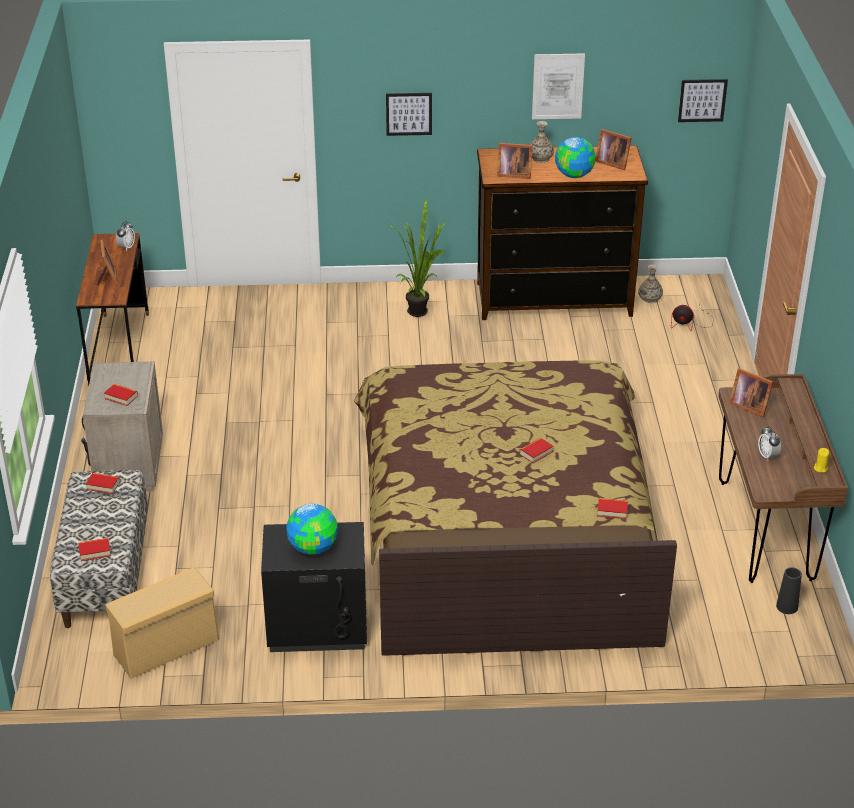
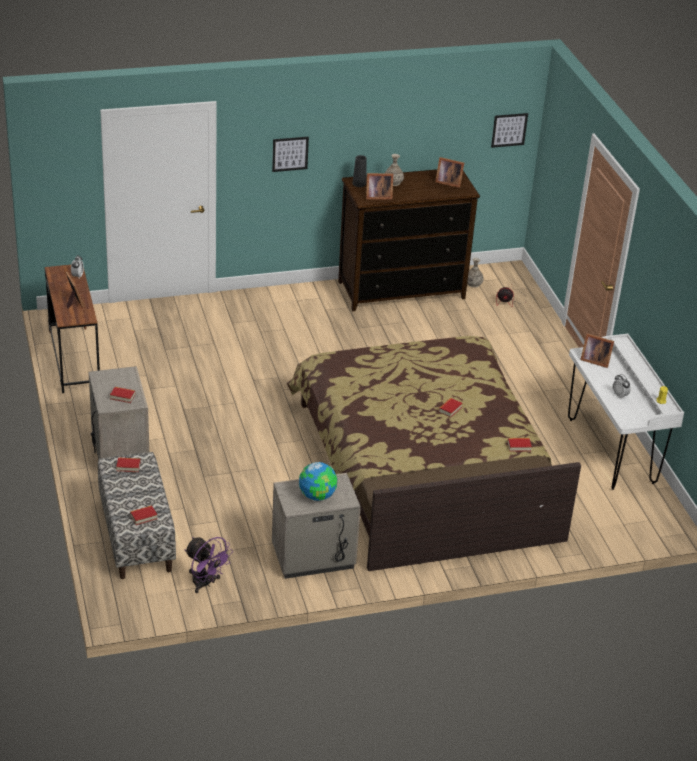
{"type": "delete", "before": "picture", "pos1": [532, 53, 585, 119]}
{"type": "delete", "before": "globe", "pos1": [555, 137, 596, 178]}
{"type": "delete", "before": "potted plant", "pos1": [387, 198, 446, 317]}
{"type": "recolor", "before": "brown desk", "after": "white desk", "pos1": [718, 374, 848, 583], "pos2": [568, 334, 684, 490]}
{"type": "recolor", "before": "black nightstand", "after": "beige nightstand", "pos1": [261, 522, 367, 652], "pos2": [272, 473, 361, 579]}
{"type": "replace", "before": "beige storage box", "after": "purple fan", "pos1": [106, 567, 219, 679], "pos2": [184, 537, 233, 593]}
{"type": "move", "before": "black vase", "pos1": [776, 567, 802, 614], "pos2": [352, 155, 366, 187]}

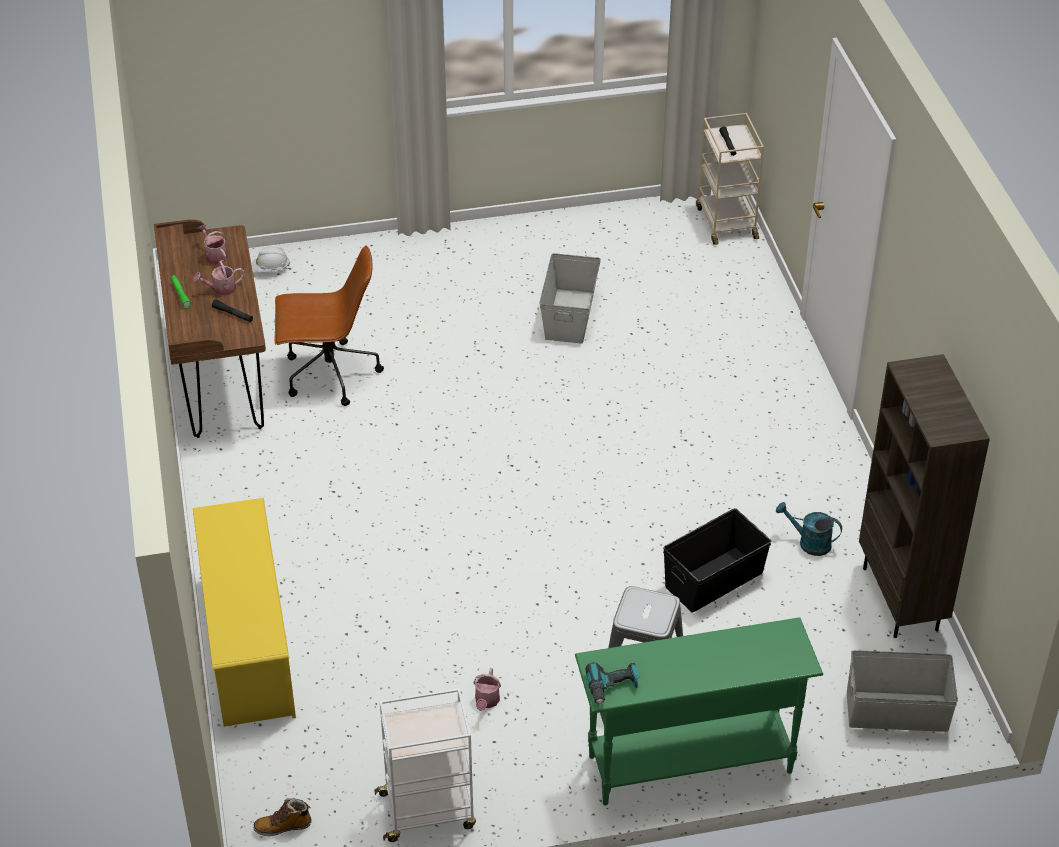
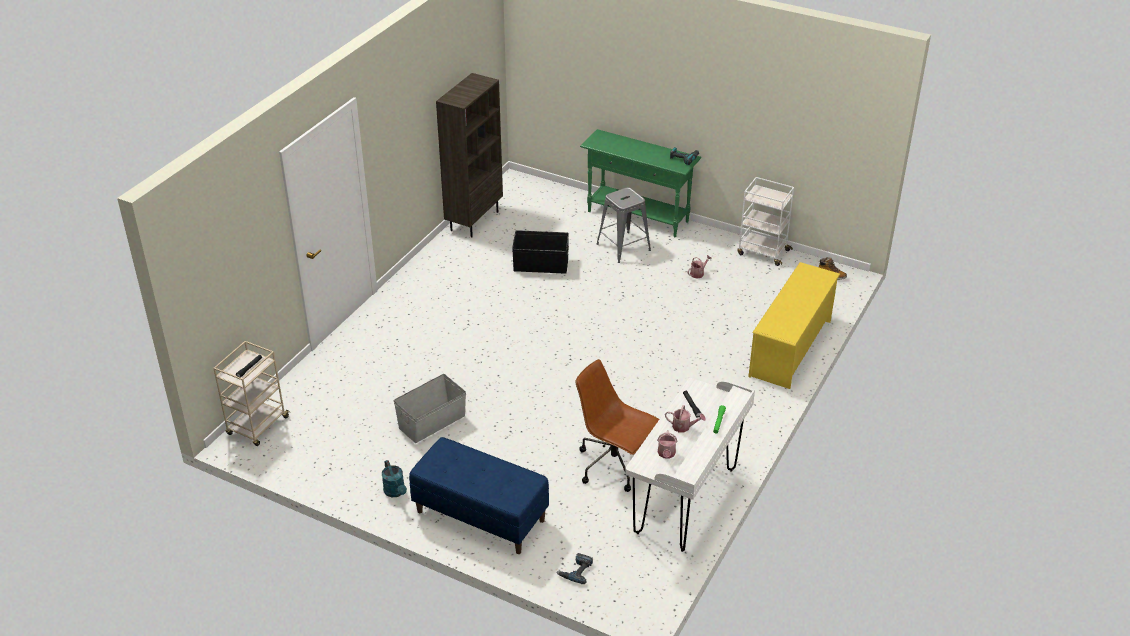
{"type": "recolor", "before": "brown desk", "after": "white desk", "pos1": [154, 219, 266, 438], "pos2": [625, 378, 755, 552]}
{"type": "replace", "before": "white hard hat", "after": "power drill", "pos1": [252, 246, 290, 273], "pos2": [556, 553, 593, 584]}
{"type": "move", "before": "turquoise watering can", "pos1": [776, 502, 842, 556], "pos2": [382, 460, 407, 497]}
{"type": "delete", "before": "grey storage box", "pos1": [847, 650, 958, 732]}
{"type": "insert", "after": "blue bench", "pos2": [409, 437, 549, 554]}

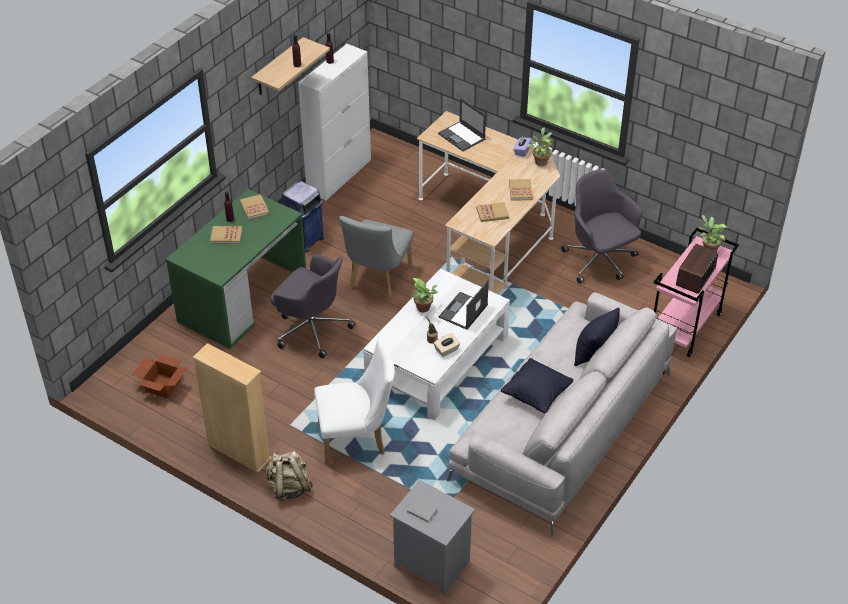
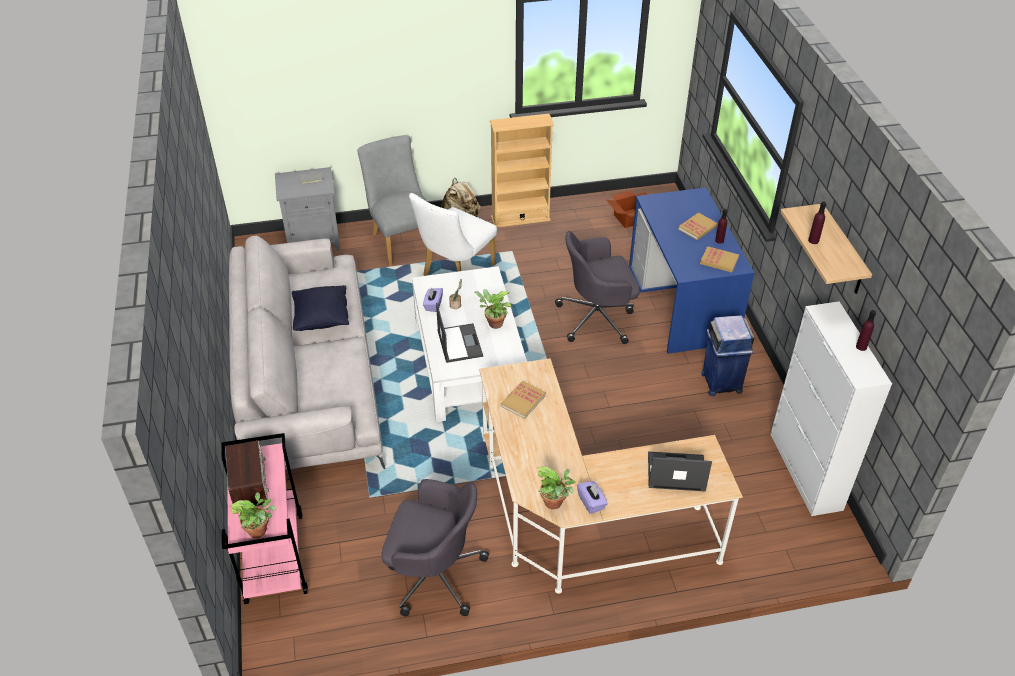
{"type": "delete", "before": "book", "pos1": [509, 179, 533, 201]}
{"type": "recolor", "before": "green desk", "after": "blue desk", "pos1": [166, 189, 306, 349], "pos2": [629, 188, 755, 354]}
{"type": "move", "before": "grey chair", "pos1": [339, 216, 414, 299], "pos2": [357, 135, 428, 266]}
{"type": "delete", "before": "black pillow", "pos1": [574, 307, 620, 366]}
{"type": "recolor", "before": "beige tissue box", "after": "purple tissue box", "pos1": [434, 333, 460, 357], "pos2": [423, 287, 443, 312]}

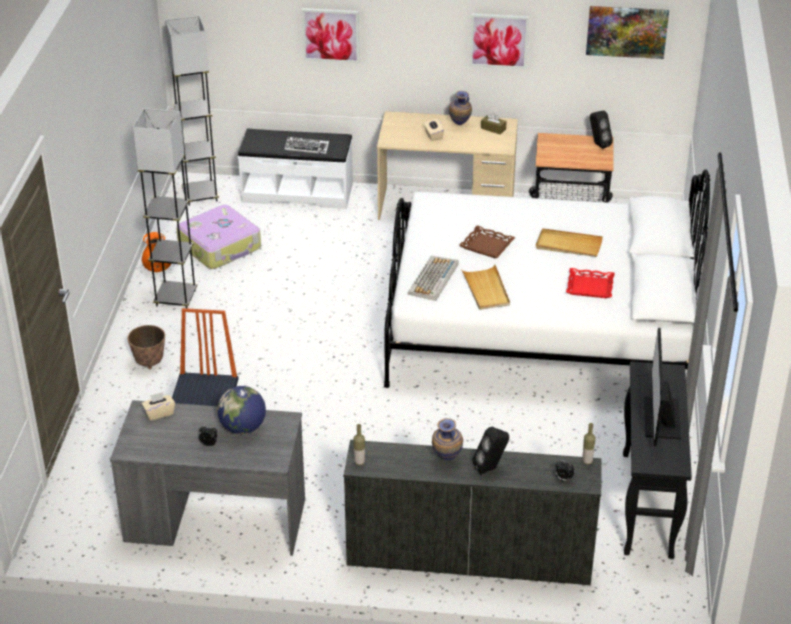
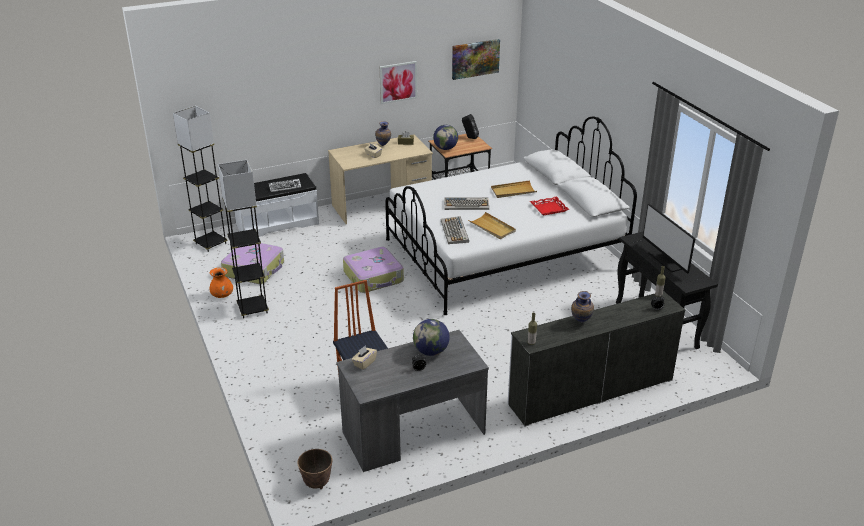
{"type": "delete", "before": "picture", "pos1": [302, 8, 360, 63]}
{"type": "replace", "before": "brown tray", "after": "keyboard", "pos1": [459, 225, 516, 258], "pos2": [444, 197, 489, 210]}
{"type": "move", "before": "planter", "pos1": [127, 325, 165, 369], "pos2": [297, 449, 333, 489]}
{"type": "delete", "before": "black speaker", "pos1": [473, 427, 509, 475]}
{"type": "insert", "after": "globe", "pos2": [433, 125, 458, 150]}
{"type": "insert", "after": "suitcase", "pos2": [343, 247, 404, 293]}

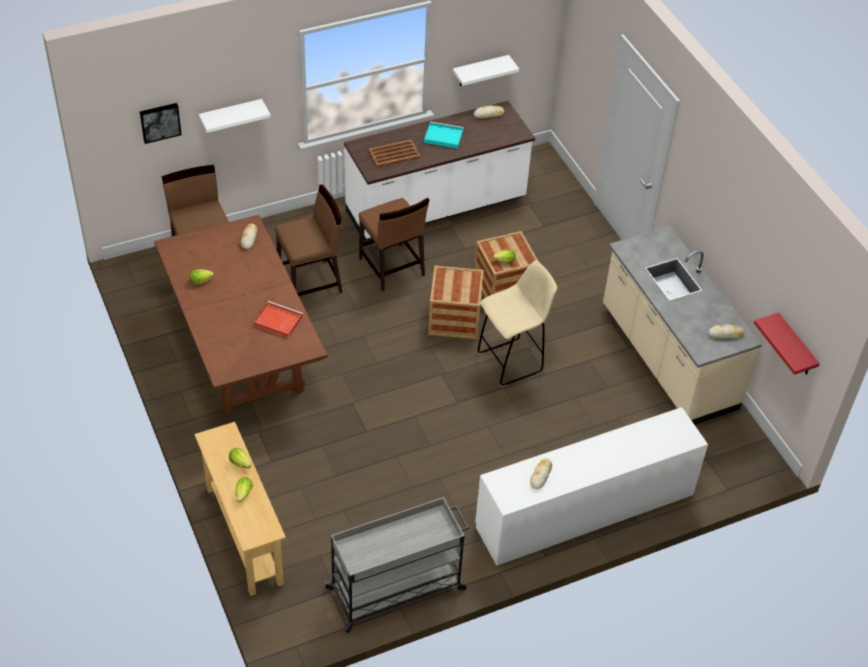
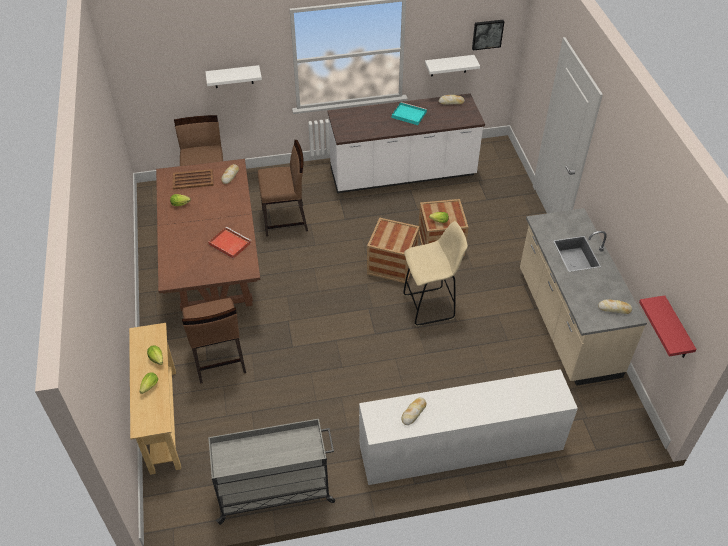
{"type": "move", "before": "picture", "pos1": [140, 103, 182, 144], "pos2": [472, 20, 504, 50]}
{"type": "move", "before": "brown tray", "pos1": [368, 139, 421, 167], "pos2": [173, 169, 213, 190]}
{"type": "move", "before": "brown chair", "pos1": [359, 198, 429, 291], "pos2": [182, 298, 246, 384]}

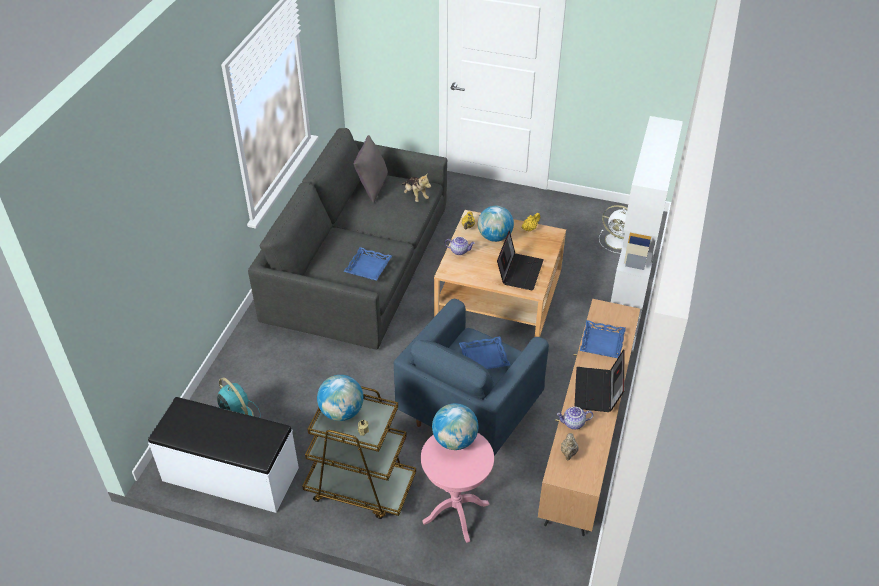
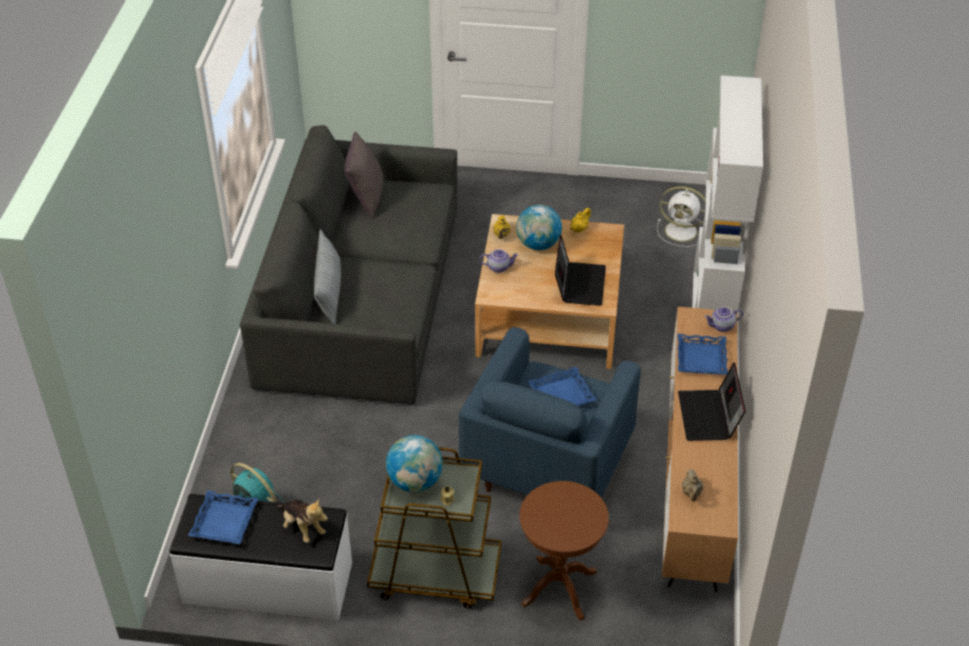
{"type": "move", "before": "plush toy", "pos1": [401, 174, 431, 202], "pos2": [276, 499, 328, 543]}
{"type": "move", "before": "blue tray", "pos1": [343, 247, 392, 281], "pos2": [188, 490, 258, 544]}
{"type": "delete", "before": "globe", "pos1": [432, 403, 478, 450]}
{"type": "move", "before": "teapot", "pos1": [557, 407, 593, 429], "pos2": [705, 307, 743, 332]}
{"type": "recolor", "before": "pink side table", "after": "brown side table", "pos1": [421, 433, 494, 543], "pos2": [519, 481, 609, 621]}
{"type": "insert", "after": "pillow", "pos2": [314, 229, 341, 324]}

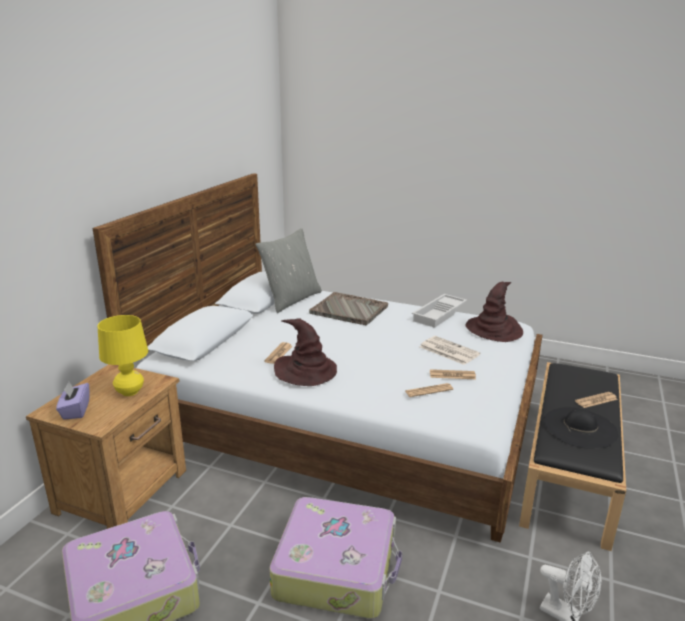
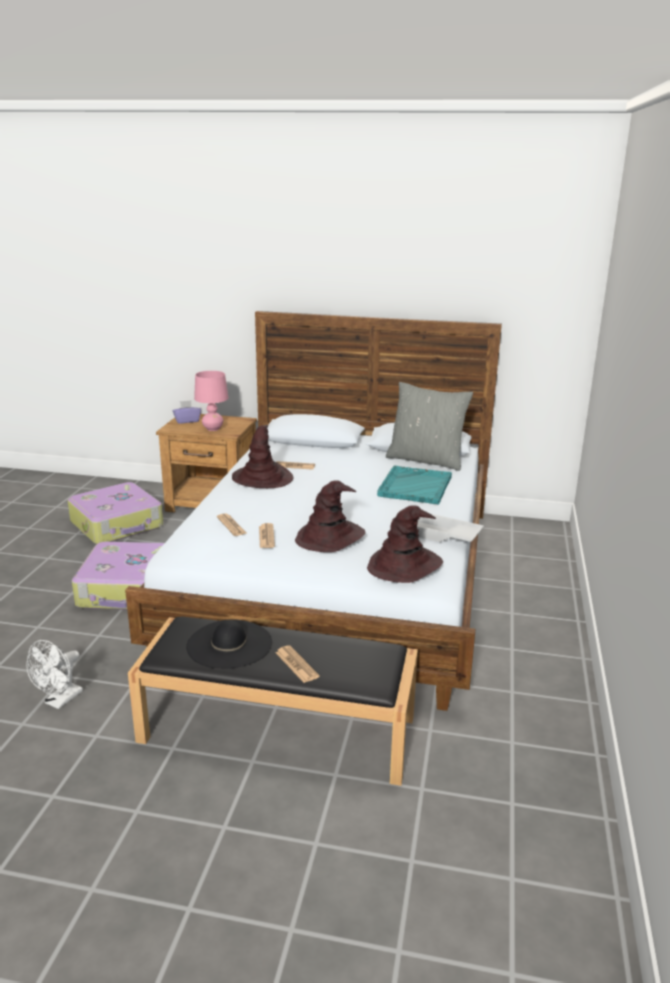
{"type": "recolor", "before": "grey tray", "after": "turquoise tray", "pos1": [309, 292, 388, 325], "pos2": [377, 466, 452, 505]}
{"type": "recolor", "before": "yellow table lamp", "after": "pink table lamp", "pos1": [98, 315, 148, 396], "pos2": [194, 371, 228, 431]}
{"type": "replace", "before": "newspaper", "after": "brown hat", "pos1": [420, 336, 480, 365], "pos2": [295, 480, 366, 552]}

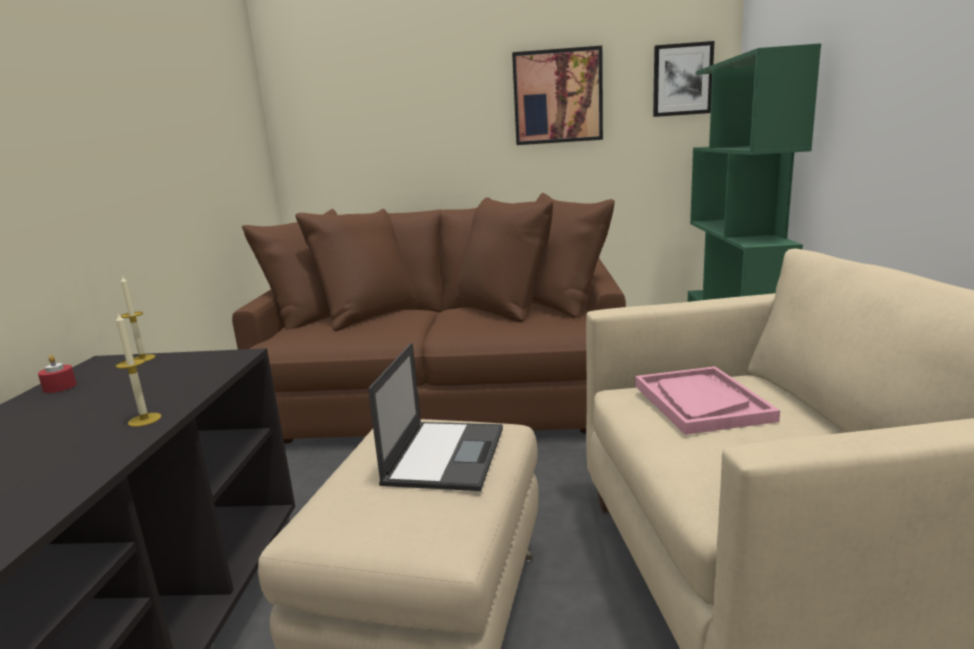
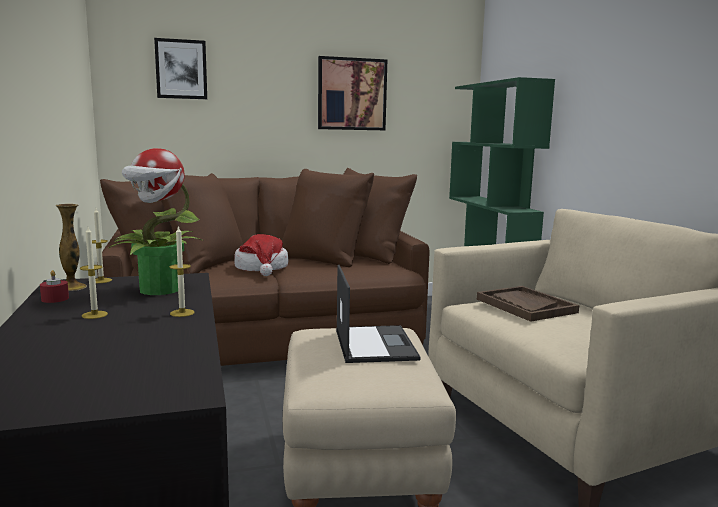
{"type": "move", "before": "picture", "pos1": [653, 41, 714, 117], "pos2": [154, 38, 207, 99]}
{"type": "recolor", "before": "pink tray", "after": "brown tray", "pos1": [635, 366, 780, 435], "pos2": [477, 286, 579, 322]}
{"type": "insert", "after": "potted plant", "pos2": [108, 148, 203, 295]}
{"type": "insert", "after": "vase", "pos2": [56, 204, 87, 291]}
{"type": "insert", "after": "candle", "pos2": [80, 227, 108, 319]}
{"type": "insert", "after": "hat", "pos2": [235, 234, 288, 276]}

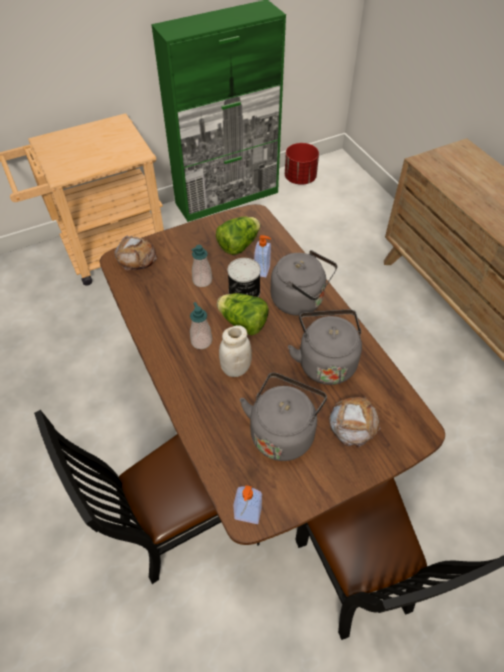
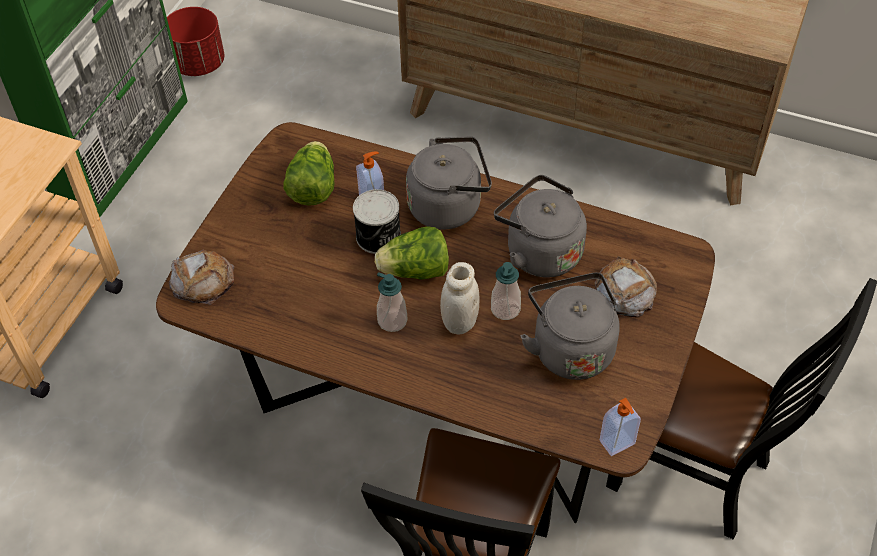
{"type": "move", "before": "soap dispenser", "pos1": [191, 245, 212, 287], "pos2": [491, 262, 521, 320]}

